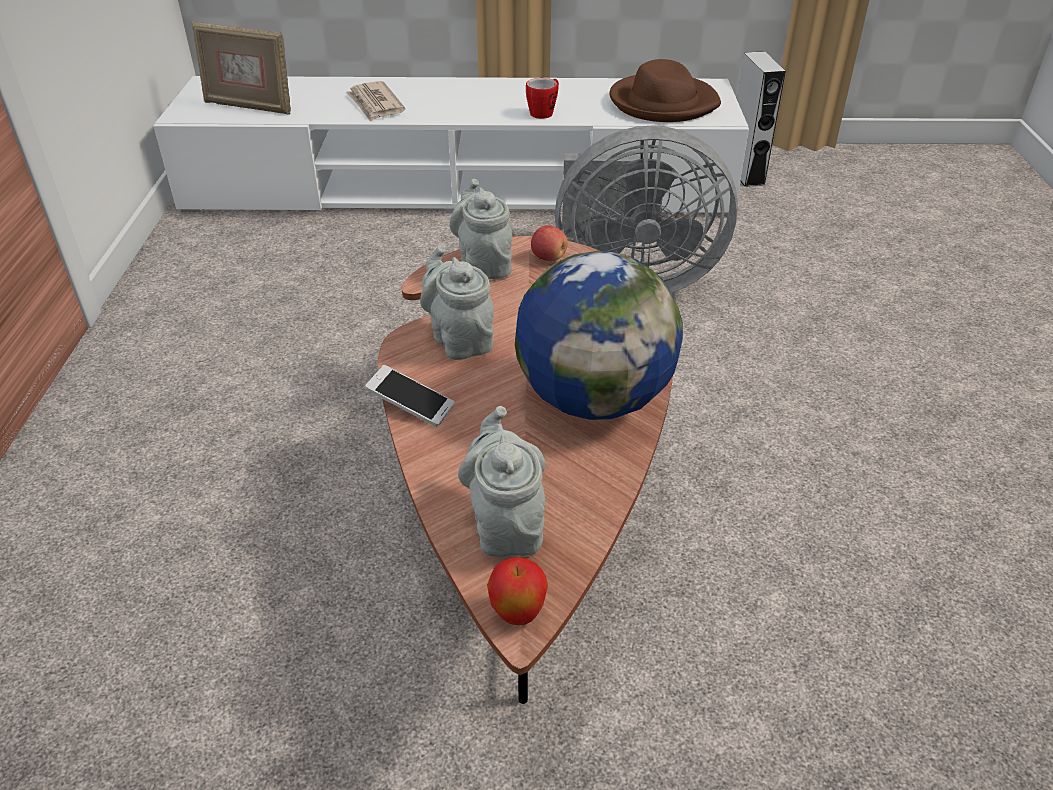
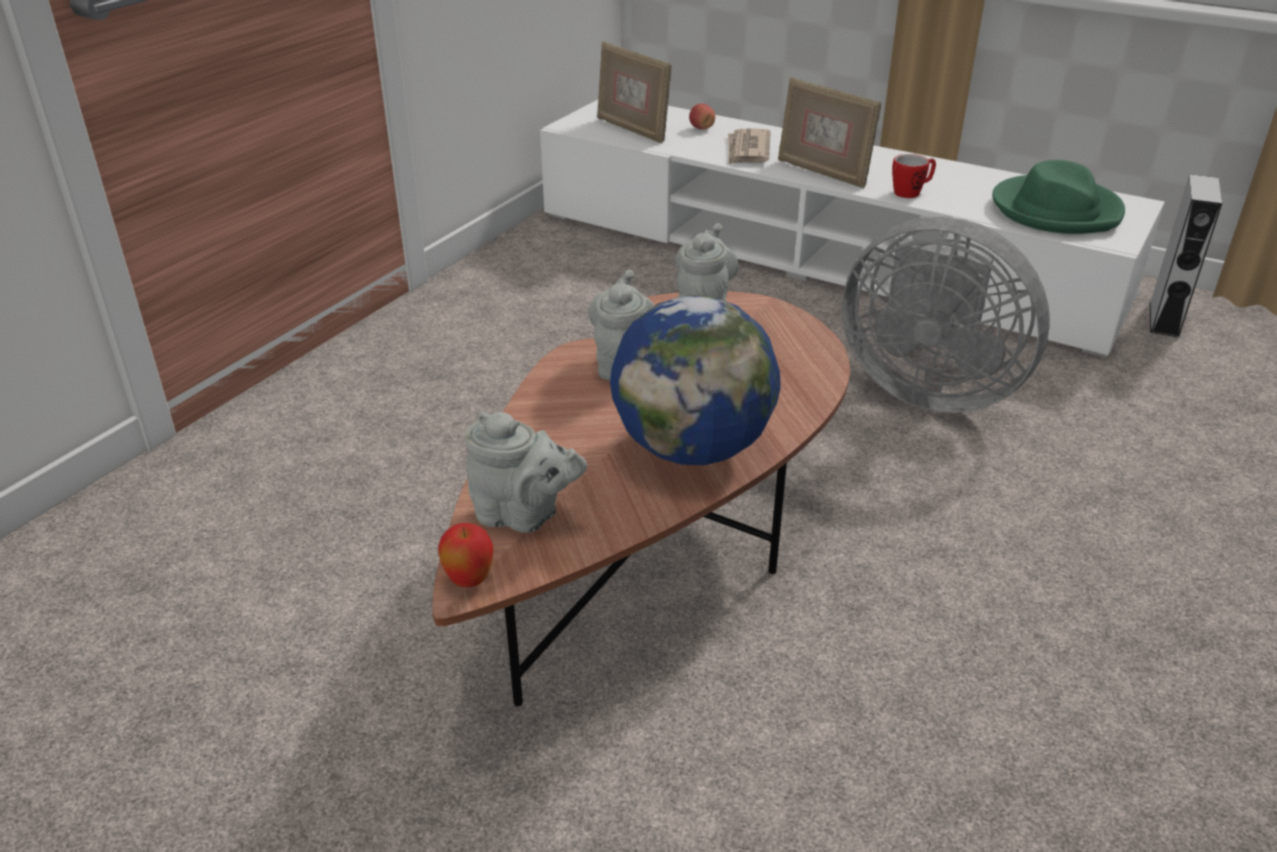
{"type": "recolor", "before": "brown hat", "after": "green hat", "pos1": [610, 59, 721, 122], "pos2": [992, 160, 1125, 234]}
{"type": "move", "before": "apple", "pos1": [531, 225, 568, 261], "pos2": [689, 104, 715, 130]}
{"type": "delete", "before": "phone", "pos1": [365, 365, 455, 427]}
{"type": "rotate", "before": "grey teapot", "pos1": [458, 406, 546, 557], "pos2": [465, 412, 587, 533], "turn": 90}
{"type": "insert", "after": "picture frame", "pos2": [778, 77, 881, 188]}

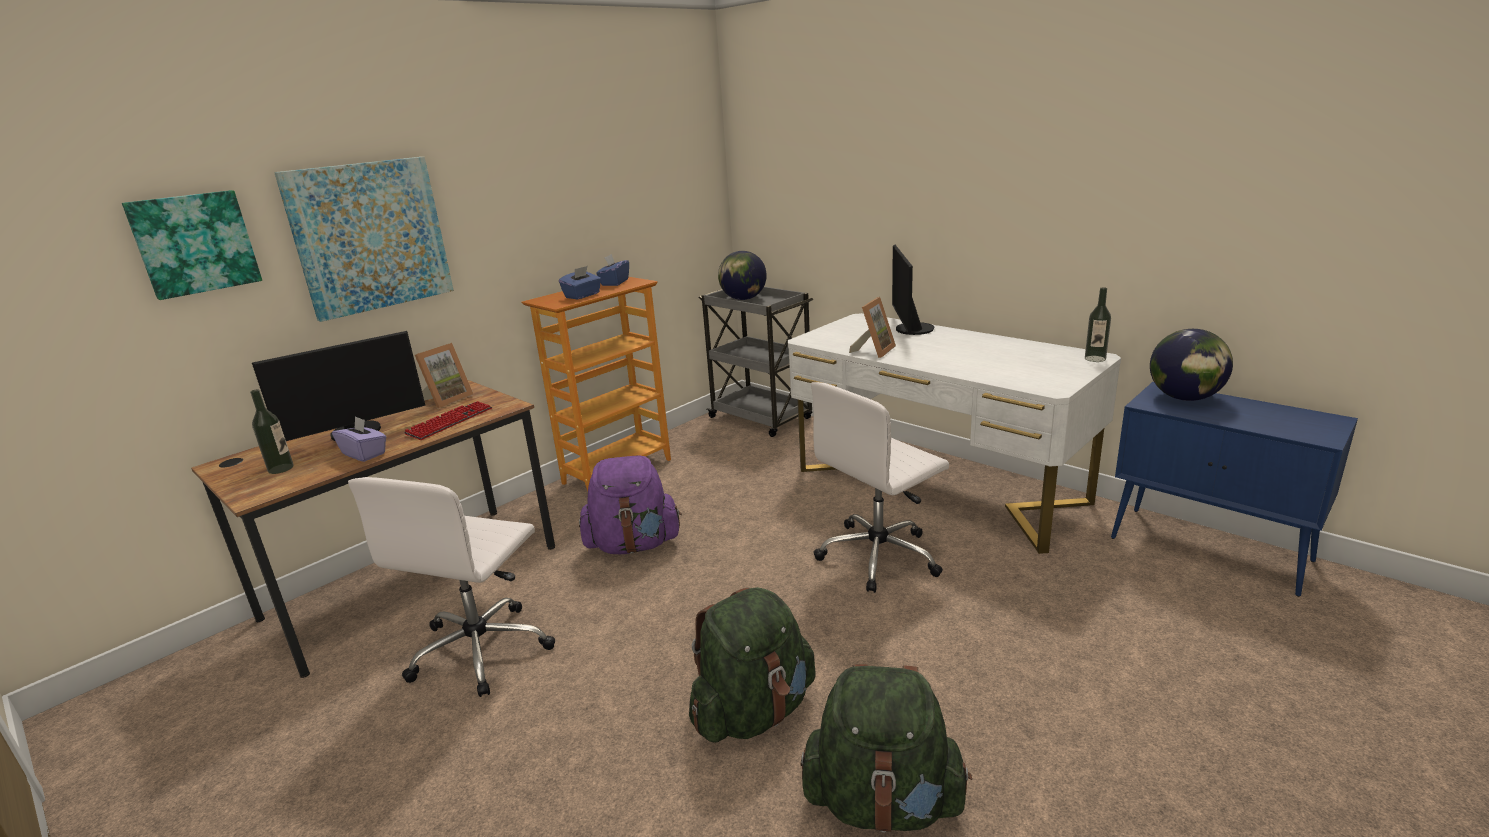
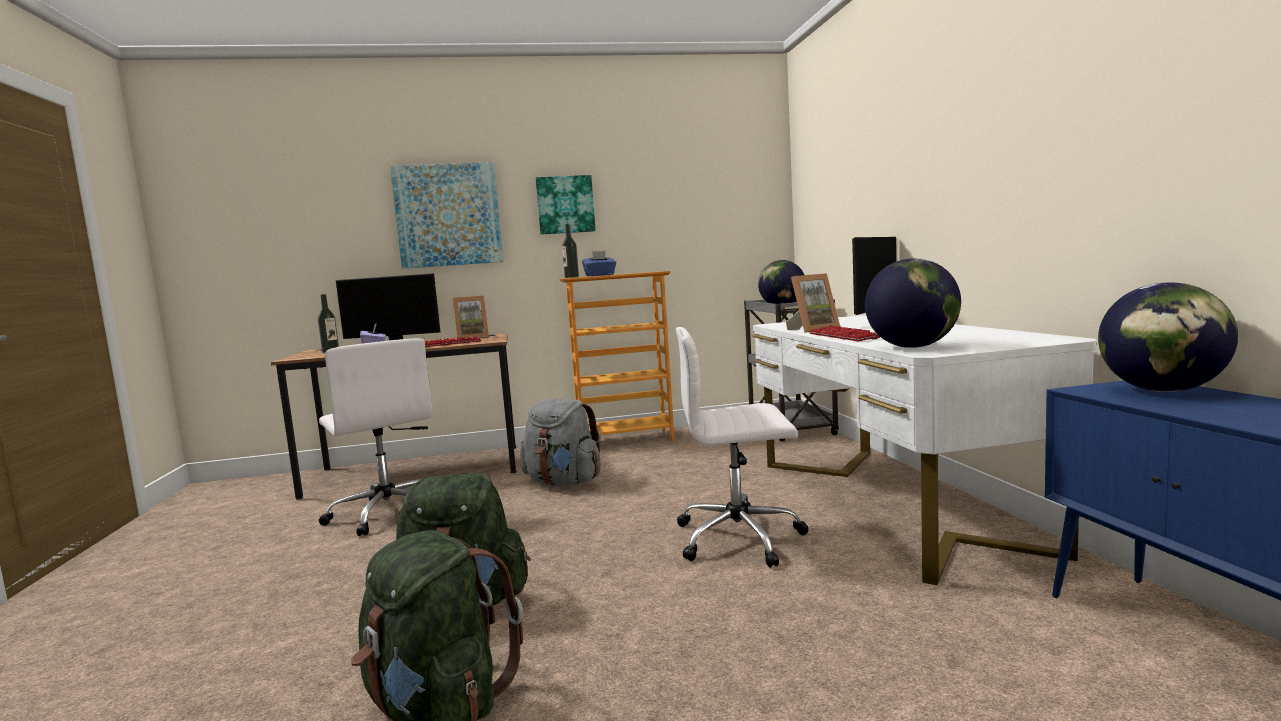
{"type": "move", "before": "picture", "pos1": [122, 190, 262, 300], "pos2": [536, 175, 596, 235]}
{"type": "delete", "before": "blue tissue box", "pos1": [596, 254, 629, 286]}
{"type": "move", "before": "bottle", "pos1": [1085, 287, 1111, 362], "pos2": [562, 224, 579, 278]}
{"type": "recolor", "before": "purple backpack", "after": "grey backpack", "pos1": [579, 456, 682, 554], "pos2": [520, 399, 601, 487]}
{"type": "rotate", "before": "white office chair", "pos1": [348, 477, 555, 697], "pos2": [319, 338, 432, 536], "turn": -90}
{"type": "insert", "after": "globe", "pos2": [865, 258, 961, 348]}
{"type": "insert", "after": "keyboard", "pos2": [809, 326, 880, 342]}

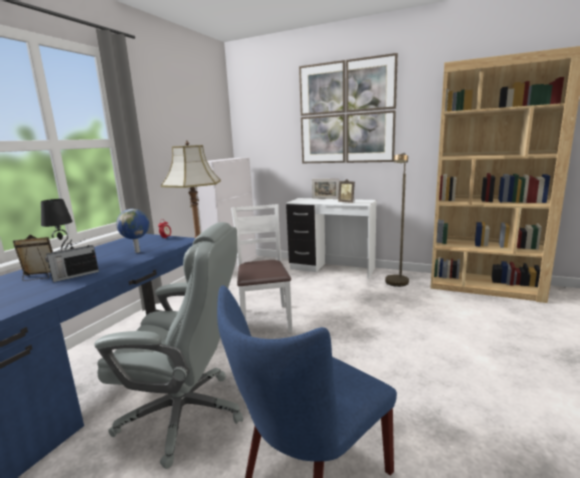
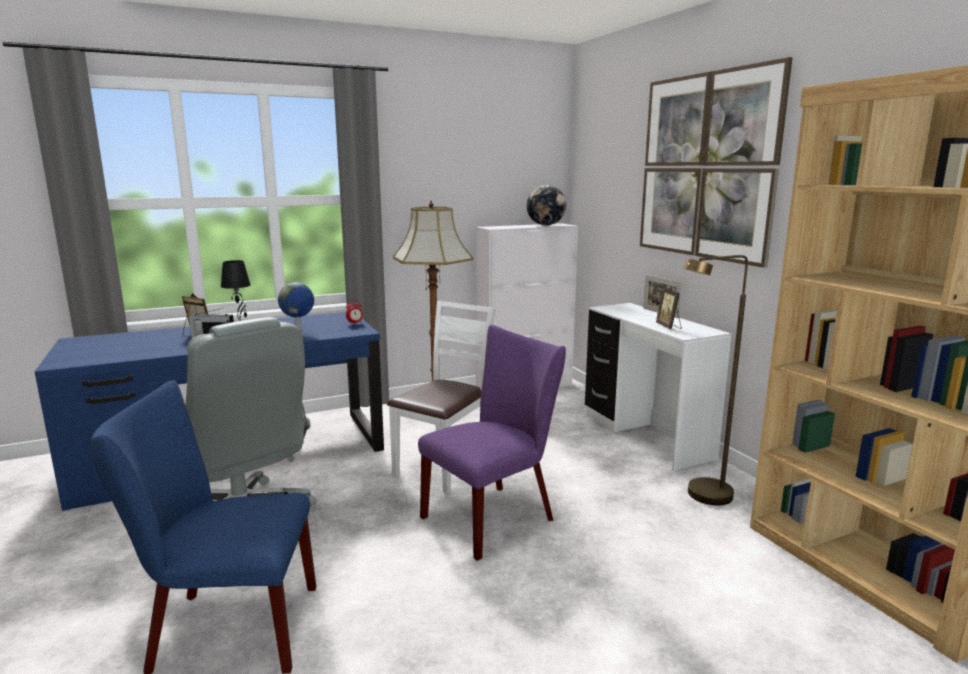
{"type": "insert", "after": "globe", "pos2": [527, 185, 566, 225]}
{"type": "insert", "after": "purple chair", "pos2": [418, 325, 566, 561]}

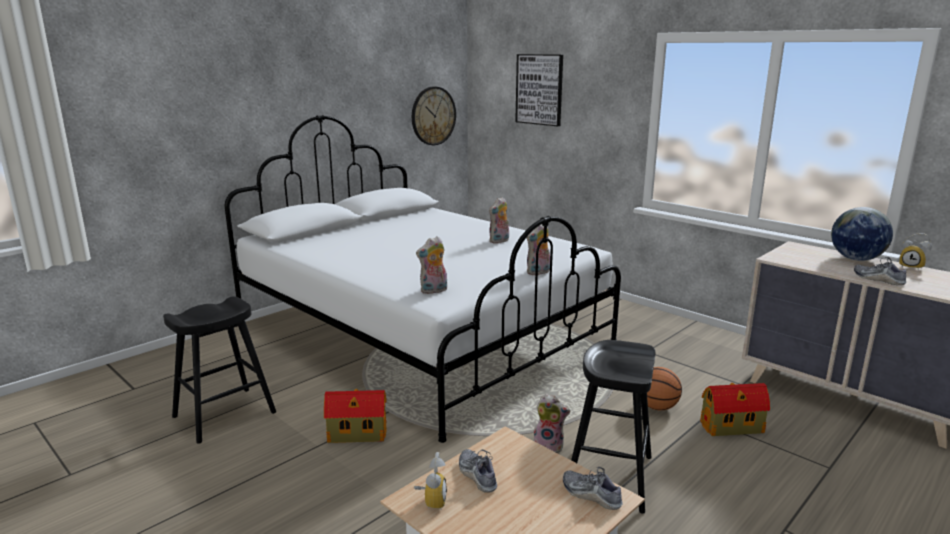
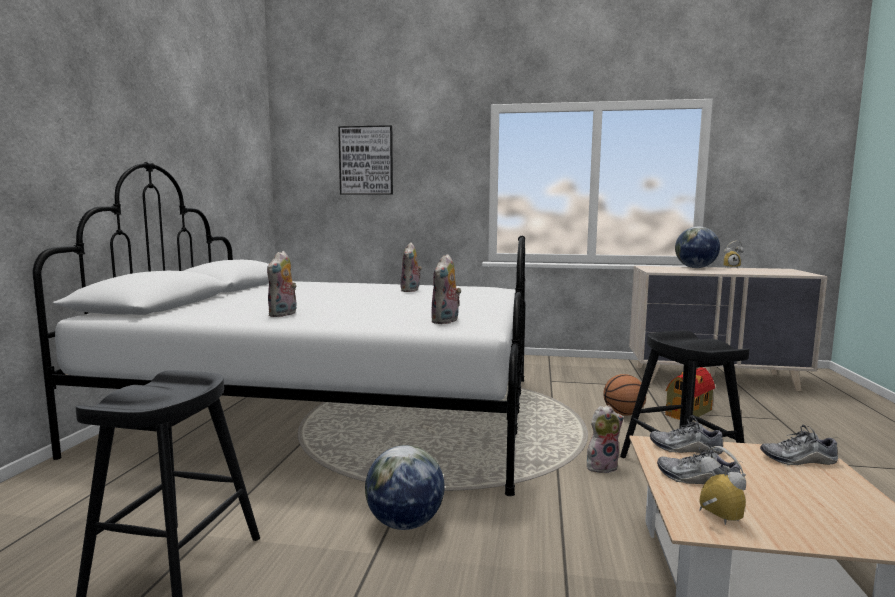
{"type": "delete", "before": "wall clock", "pos1": [412, 87, 456, 145]}
{"type": "move", "before": "plush toy", "pos1": [527, 224, 550, 275], "pos2": [267, 251, 296, 317]}
{"type": "move", "before": "shoe", "pos1": [854, 257, 909, 285], "pos2": [650, 415, 723, 455]}
{"type": "replace", "before": "toy house", "after": "globe", "pos1": [324, 389, 387, 443], "pos2": [365, 445, 445, 530]}

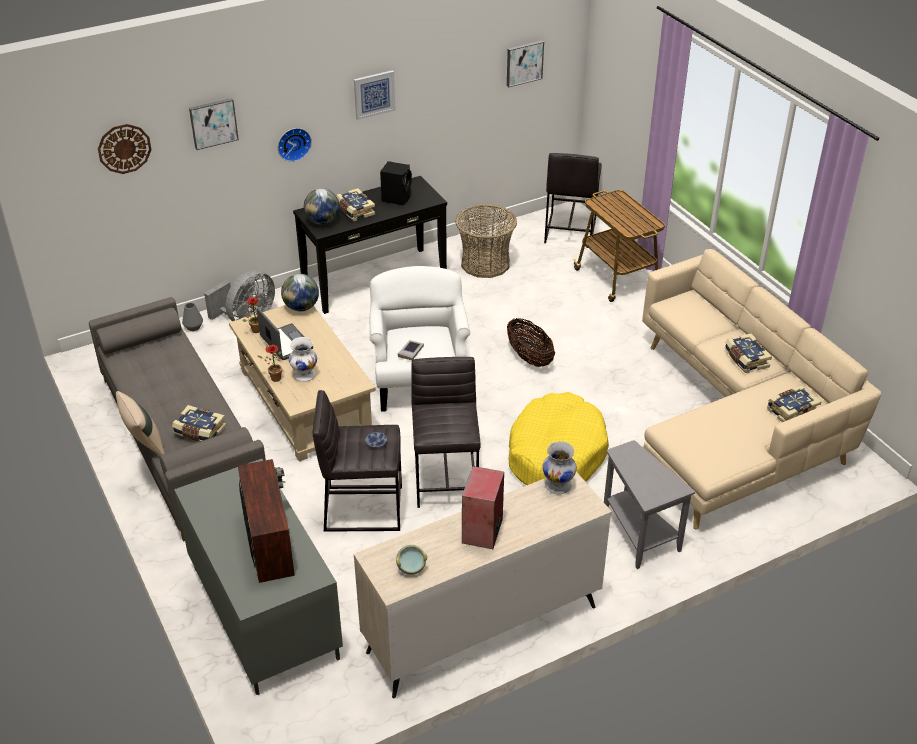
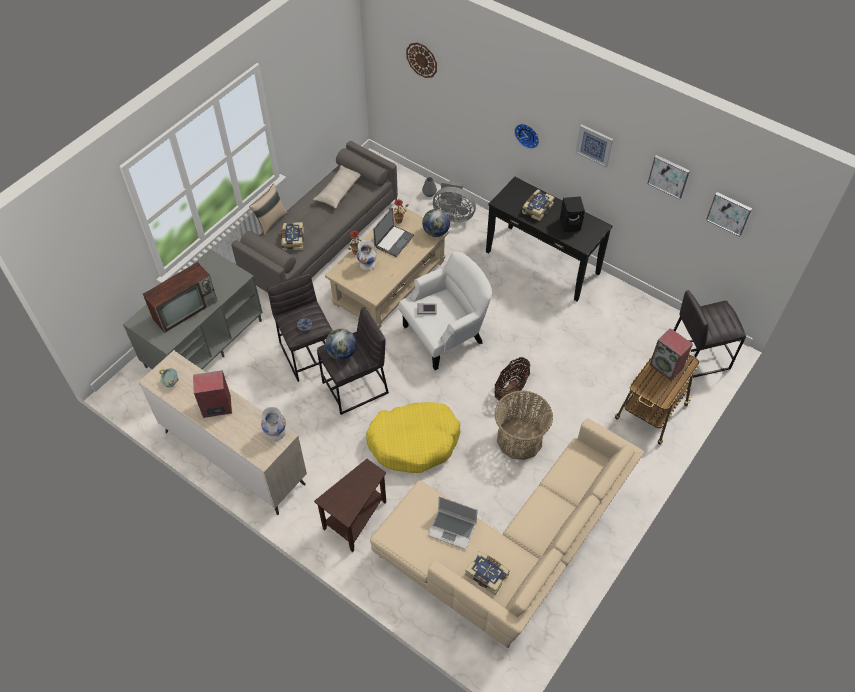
{"type": "move", "before": "picture", "pos1": [189, 98, 239, 150], "pos2": [647, 155, 690, 200]}
{"type": "move", "before": "globe", "pos1": [304, 188, 340, 225], "pos2": [325, 329, 357, 360]}
{"type": "move", "before": "basket", "pos1": [455, 204, 517, 278], "pos2": [494, 391, 553, 460]}
{"type": "delete", "before": "book", "pos1": [725, 333, 772, 373]}
{"type": "recolor", "before": "grey side table", "after": "brown side table", "pos1": [604, 440, 695, 569], "pos2": [314, 459, 386, 552]}
{"type": "insert", "after": "beige pillow", "pos2": [313, 165, 361, 209]}
{"type": "insert", "after": "speaker", "pos2": [649, 328, 693, 380]}
{"type": "insert", "after": "laptop", "pos2": [428, 496, 478, 550]}

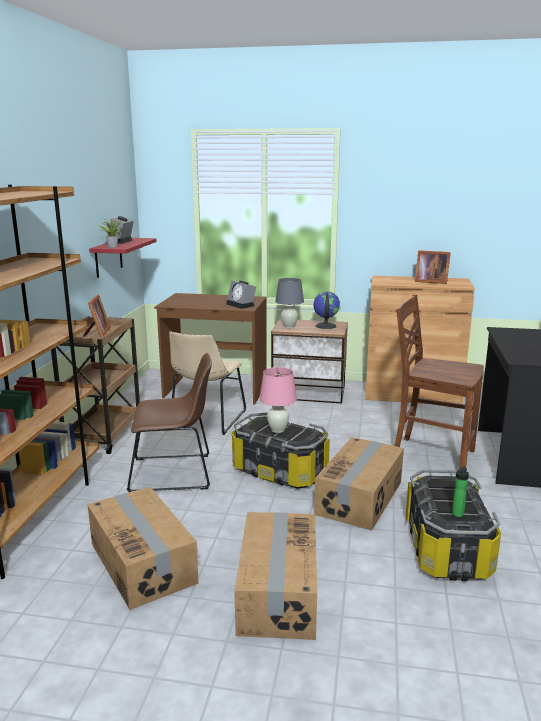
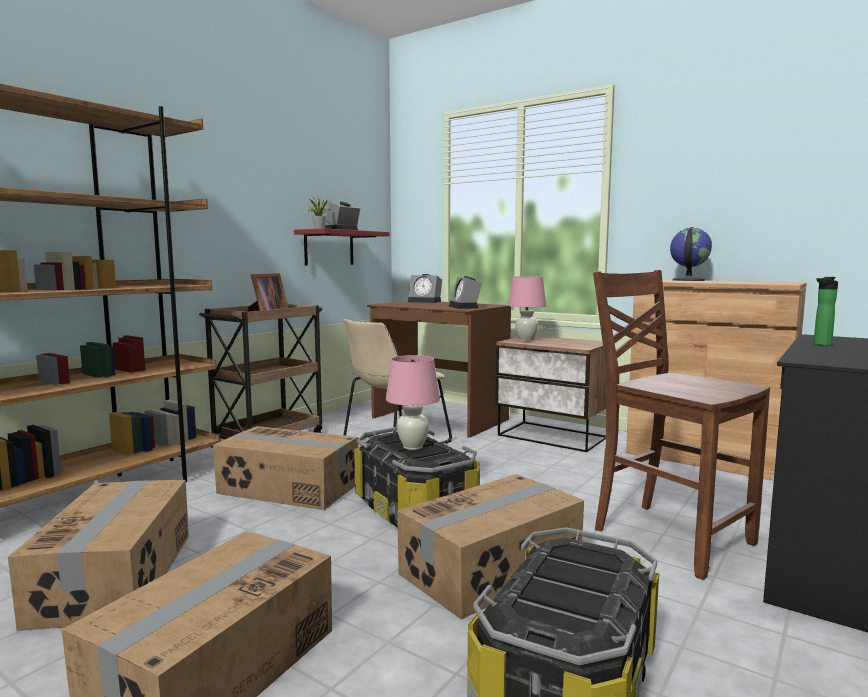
{"type": "delete", "before": "picture frame", "pos1": [415, 250, 451, 284]}
{"type": "recolor", "before": "grey table lamp", "after": "pink table lamp", "pos1": [275, 278, 304, 328], "pos2": [508, 276, 546, 341]}
{"type": "move", "before": "globe", "pos1": [313, 291, 340, 329], "pos2": [670, 227, 712, 281]}
{"type": "replace", "before": "brown chair", "after": "cardboard box", "pos1": [127, 353, 212, 492], "pos2": [213, 426, 358, 510]}
{"type": "move", "before": "bottle", "pos1": [452, 467, 469, 517], "pos2": [813, 277, 838, 346]}
{"type": "insert", "after": "alarm clock", "pos2": [408, 274, 442, 303]}

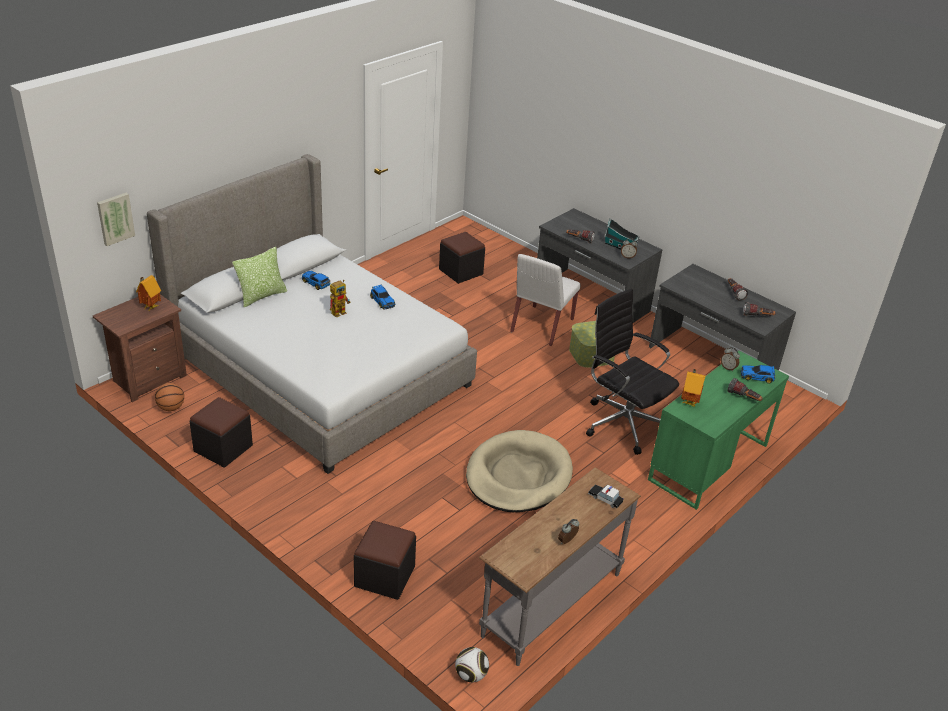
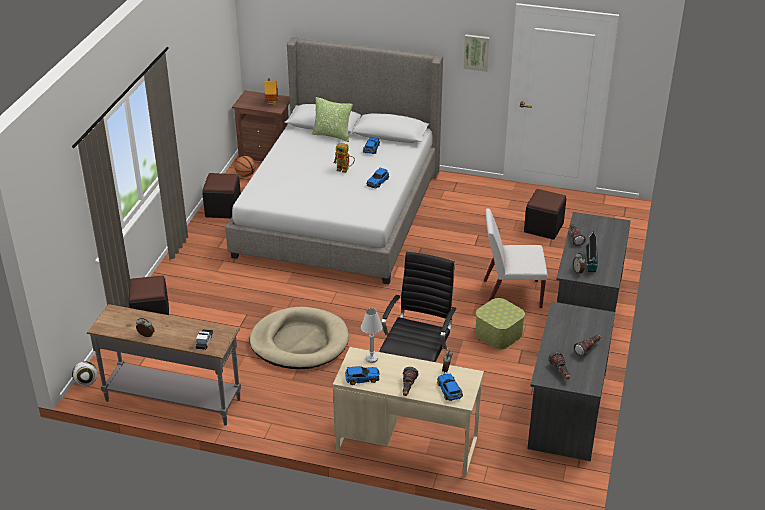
{"type": "move", "before": "picture", "pos1": [97, 193, 135, 246], "pos2": [463, 34, 490, 72]}
{"type": "recolor", "before": "green desk", "after": "beige desk", "pos1": [648, 351, 789, 510], "pos2": [333, 347, 484, 477]}
{"type": "replace", "before": "toy house", "after": "white table lamp", "pos1": [681, 369, 705, 407], "pos2": [361, 308, 383, 363]}
{"type": "insert", "after": "toy car", "pos2": [345, 366, 379, 385]}

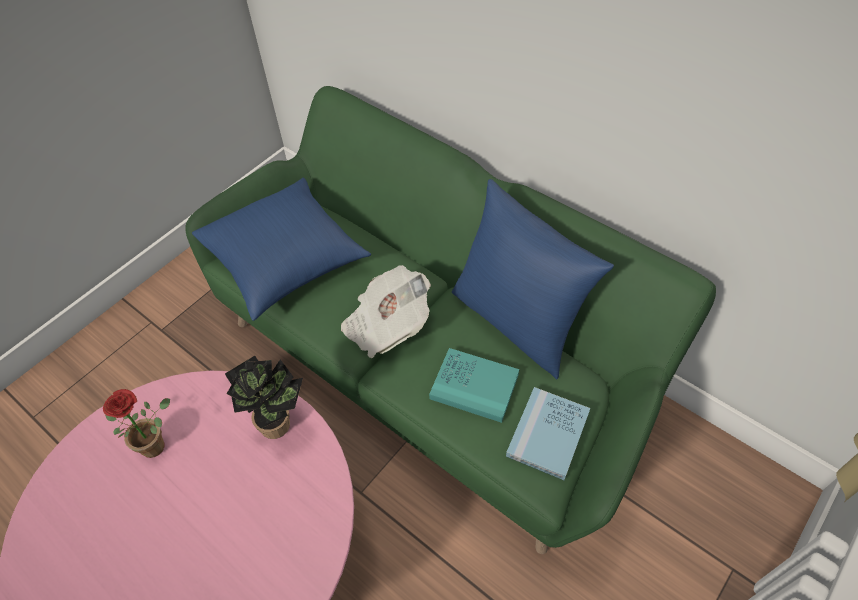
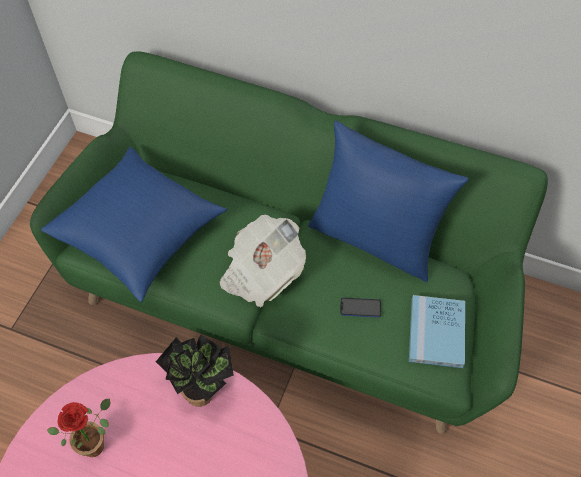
{"type": "replace", "before": "turquoise book", "after": "phone", "pos1": [429, 348, 520, 423], "pos2": [340, 298, 381, 318]}

